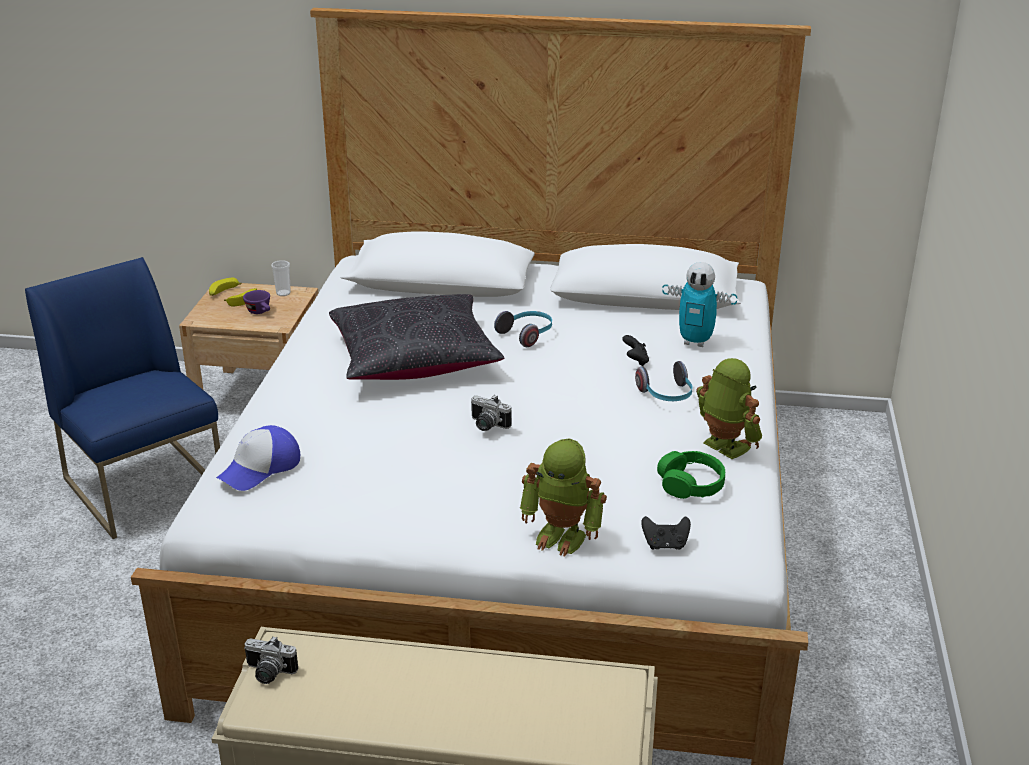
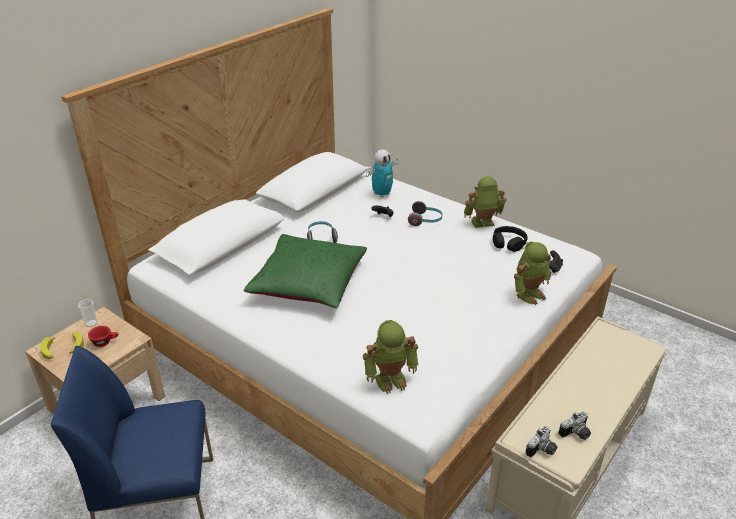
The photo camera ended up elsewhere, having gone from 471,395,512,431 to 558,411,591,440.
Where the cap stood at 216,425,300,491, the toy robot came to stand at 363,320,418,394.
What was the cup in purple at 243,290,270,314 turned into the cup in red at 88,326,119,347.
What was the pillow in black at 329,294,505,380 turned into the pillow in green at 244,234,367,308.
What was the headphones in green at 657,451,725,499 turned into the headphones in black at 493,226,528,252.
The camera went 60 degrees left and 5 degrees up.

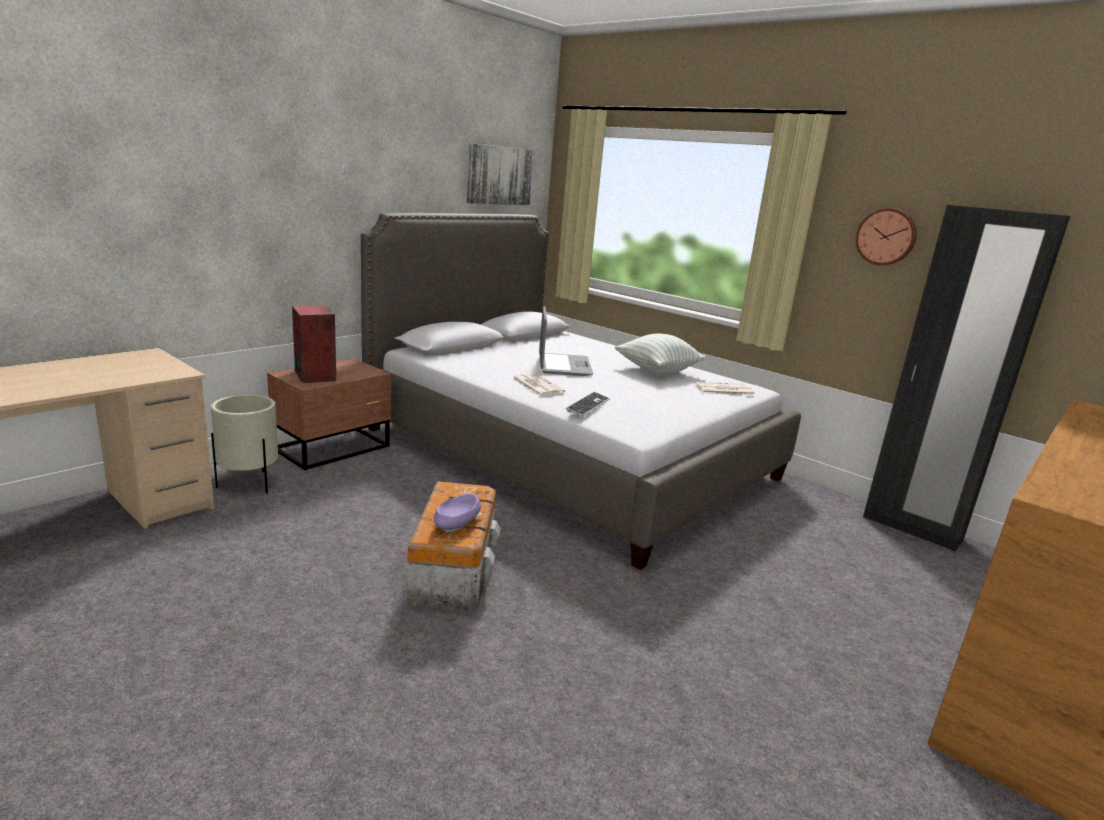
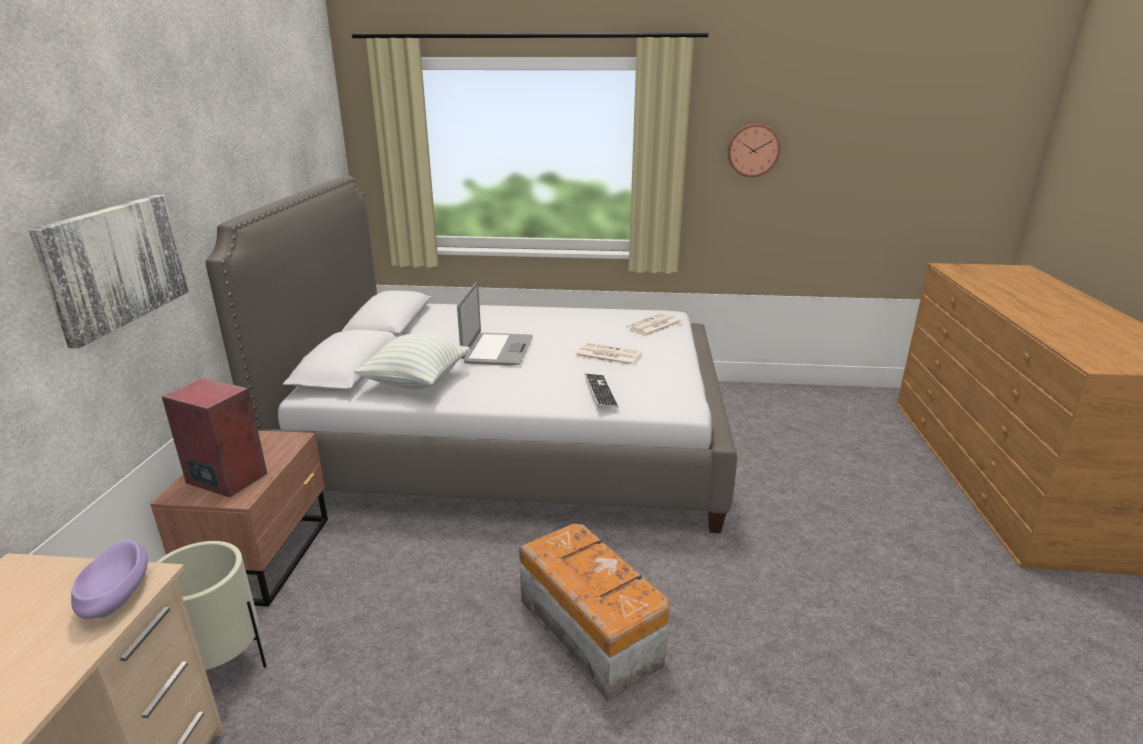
The second view lost the wardrobe in black at 863,205,1070,552.
The bowl in purple ended up elsewhere, having gone from 434,493,481,532 to 71,540,148,619.
The picture ended up elsewhere, having gone from 467,143,534,205 to 29,195,189,348.
The newspaper ended up elsewhere, having gone from 512,373,565,396 to 575,343,642,366.
The pillow ended up elsewhere, having gone from 615,334,706,374 to 354,334,470,389.
The laptop at 539,306,593,376 ended up facing another way, 45 degrees clockwise from before.
The camera went 35 degrees left and 5 degrees up.

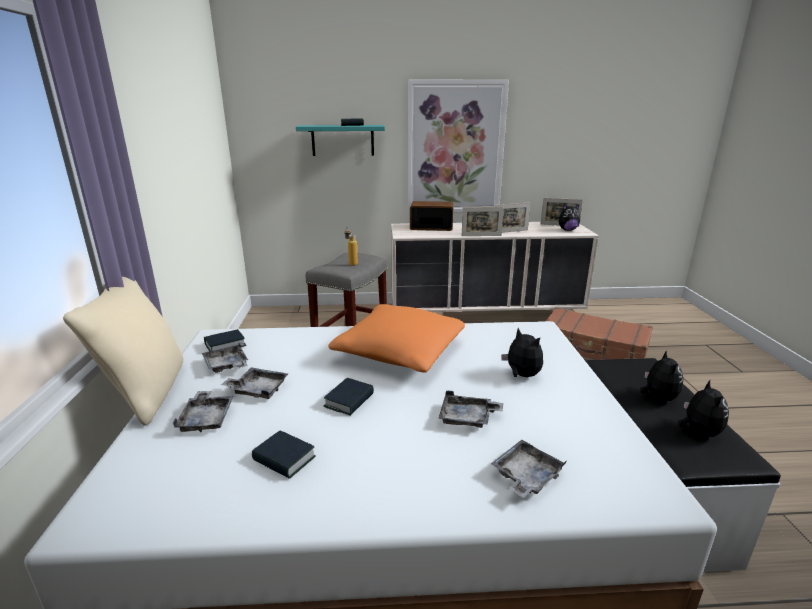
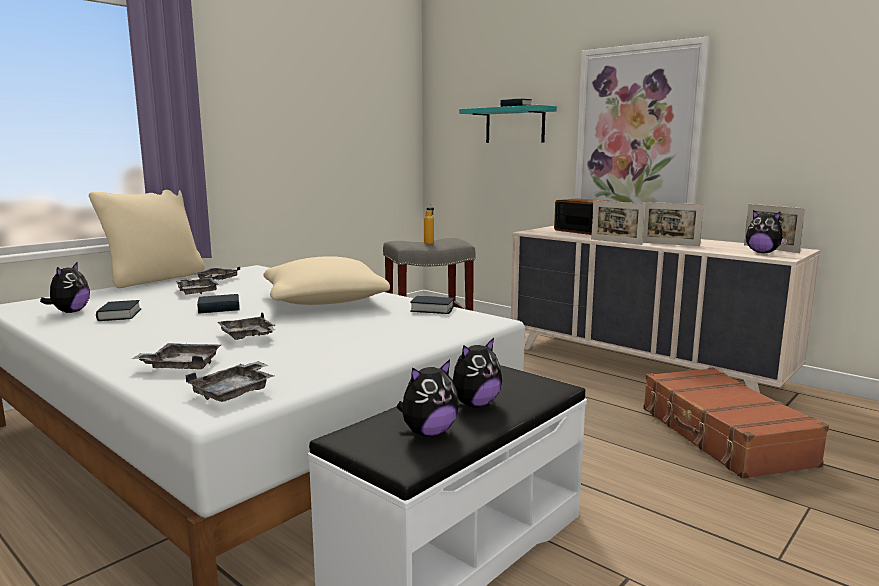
The tray in grey ended up elsewhere, having gone from 173,391,233,432 to 186,361,274,402.
The book ended up elsewhere, having gone from 204,329,247,351 to 410,296,454,314.
The plush toy ended up elsewhere, having gone from 501,328,543,377 to 40,261,90,313.
What was the pillow in orange at 328,304,465,373 turned into the pillow in beige at 263,256,390,305.
The camera went 45 degrees right and 10 degrees down.

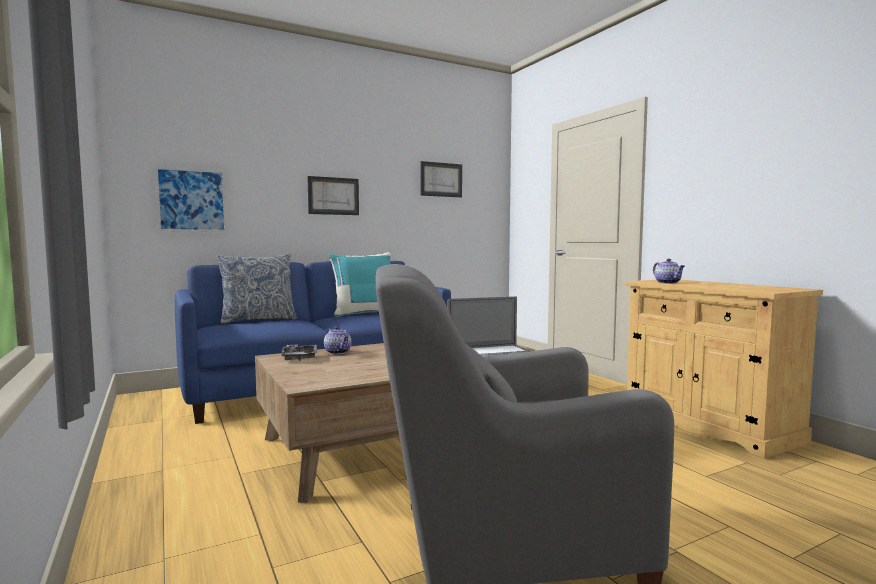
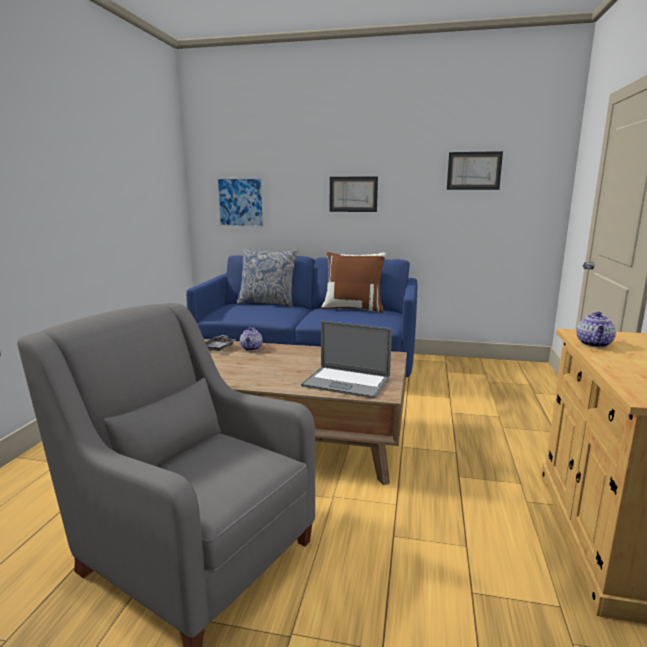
What was the pillow in turquoise at 329,252,391,317 turned into the pillow in brown at 321,252,386,313.
The camera went 40 degrees right and 10 degrees up.

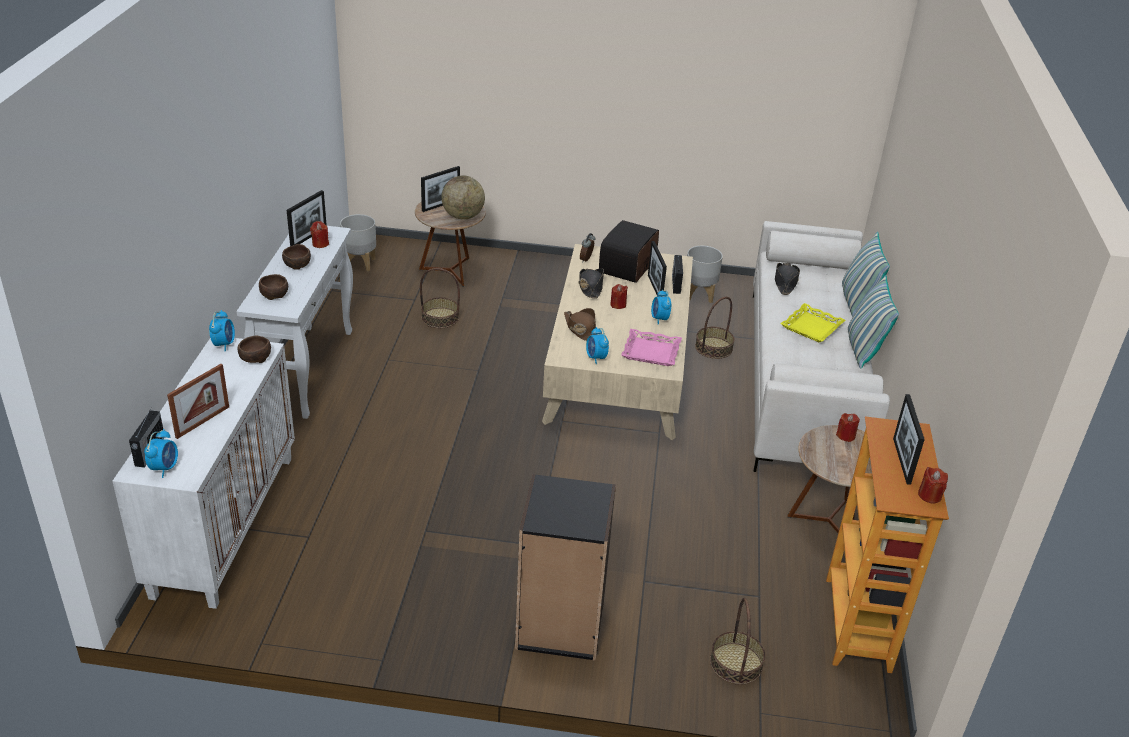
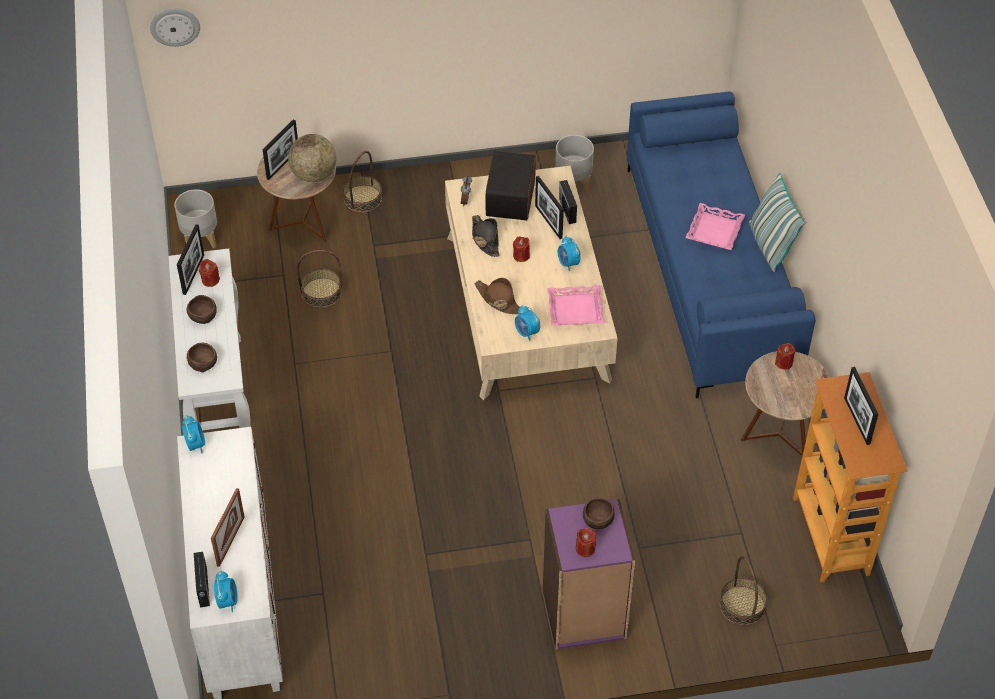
The second view lost the hat in black at 775,263,800,295.
The second view lost the pillow at 842,232,890,317.
The second view gained the wall clock at 150,9,200,47.
The bowl in brown ended up elsewhere, having gone from 237,336,271,363 to 583,498,615,529.
The basket ended up elsewhere, having gone from 695,297,735,359 to 343,151,382,213.
The candle in red ended up elsewhere, having gone from 918,467,948,504 to 576,528,596,557.
What was the bookcase in black at 515,474,616,661 turned into the bookcase in purple at 543,499,635,649.
What was the sofa in white at 753,221,890,472 turned into the sofa in blue at 627,91,815,398.
What was the tray in yellow at 781,303,845,342 turned into the tray in pink at 685,203,745,250.
The camera went 15 degrees left and 15 degrees up.

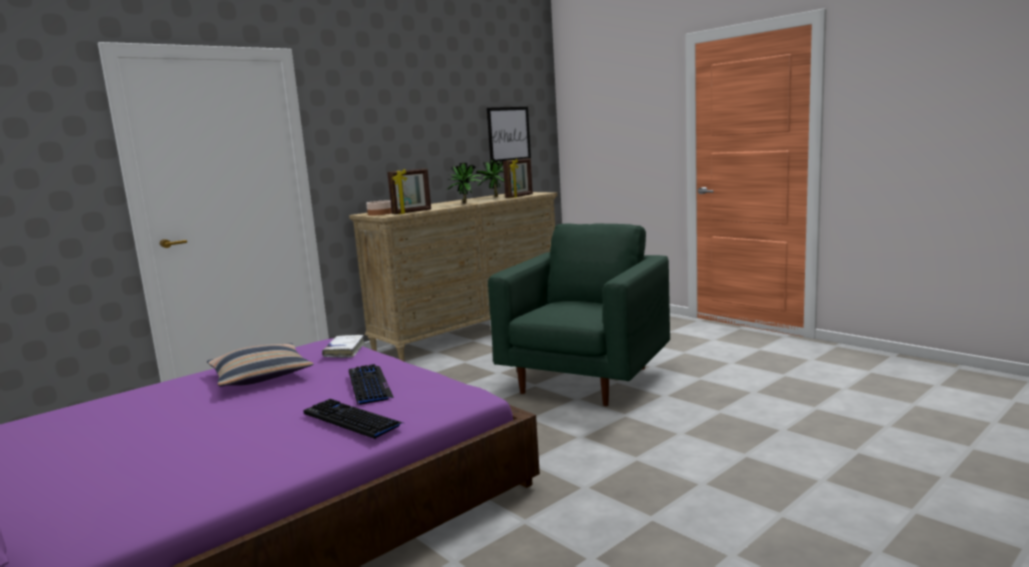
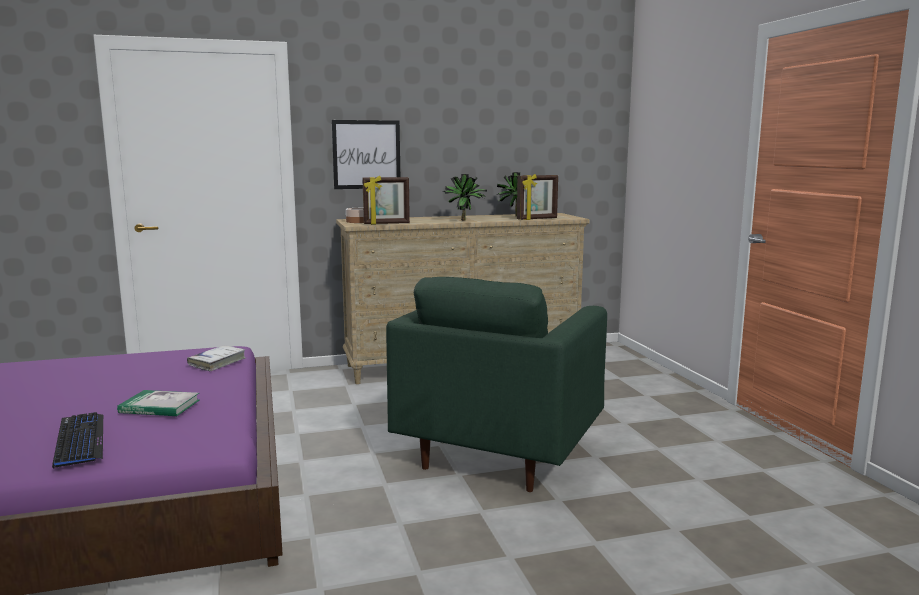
The second view lost the pillow at 207,343,314,387.
The picture ended up elsewhere, having gone from 487,107,531,162 to 332,120,400,189.
Where the keyboard stood at 349,364,394,405, the book came to stand at 117,390,199,416.
The armchair in green at 488,223,670,406 ended up facing another way, 150 degrees clockwise from before.
The camera went 25 degrees right and 0 degrees up.

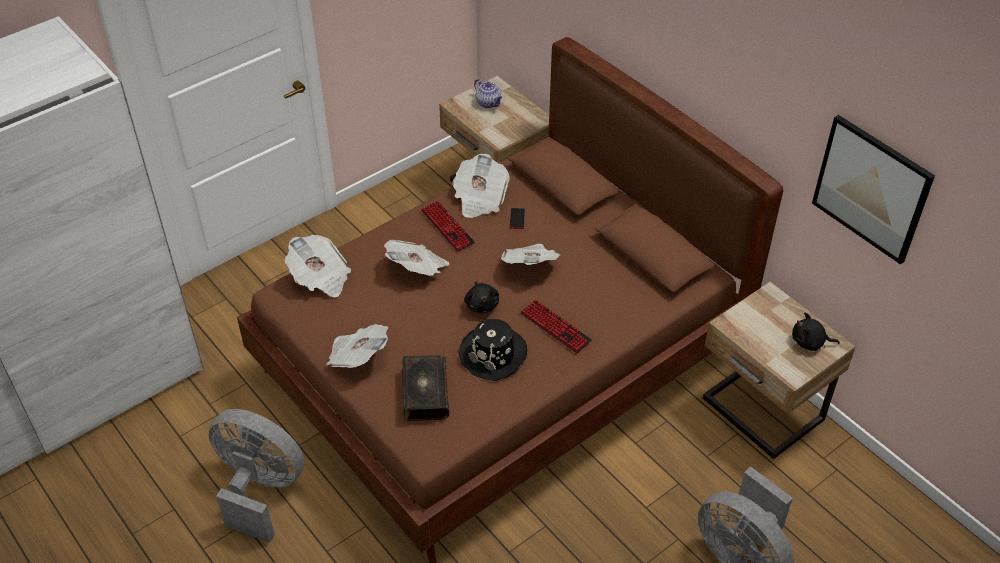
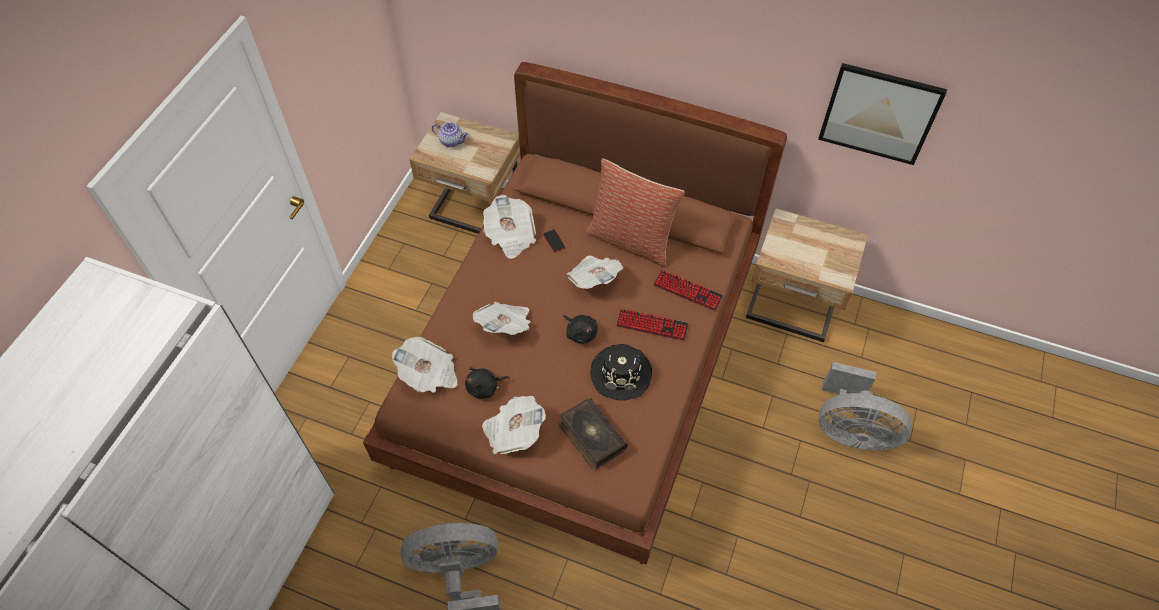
The second view gained the pillow at 586,158,685,267.
The keyboard ended up elsewhere, having gone from 421,201,475,252 to 653,270,723,311.
The plush toy in black ended up elsewhere, having gone from 792,312,840,351 to 465,367,509,399.
The camera went 30 degrees left and 10 degrees up.

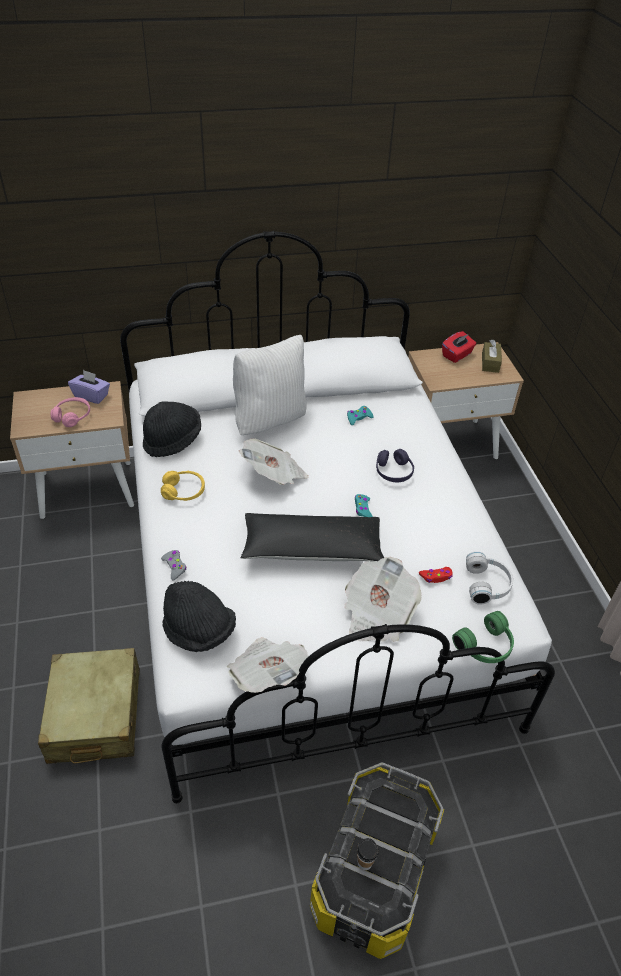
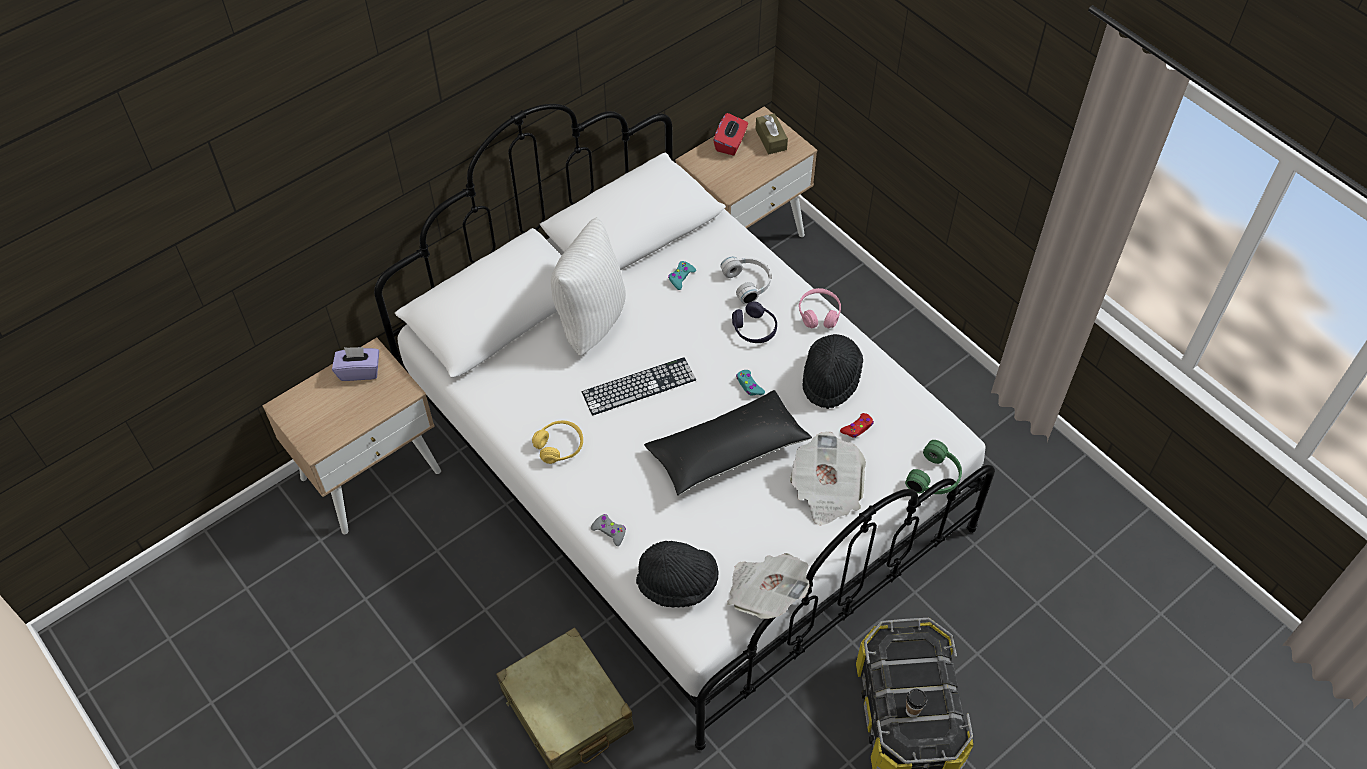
The headphones in pink ended up elsewhere, having gone from 51,397,90,427 to 799,288,841,329.
The hat in black ended up elsewhere, having gone from 143,401,201,457 to 802,334,863,409.
The headphones in white ended up elsewhere, having gone from 466,551,513,605 to 720,256,771,304.
Where the newspaper stood at 239,439,309,485, the keyboard came to stand at 582,357,696,415.
The camera went 25 degrees left and 10 degrees up.

